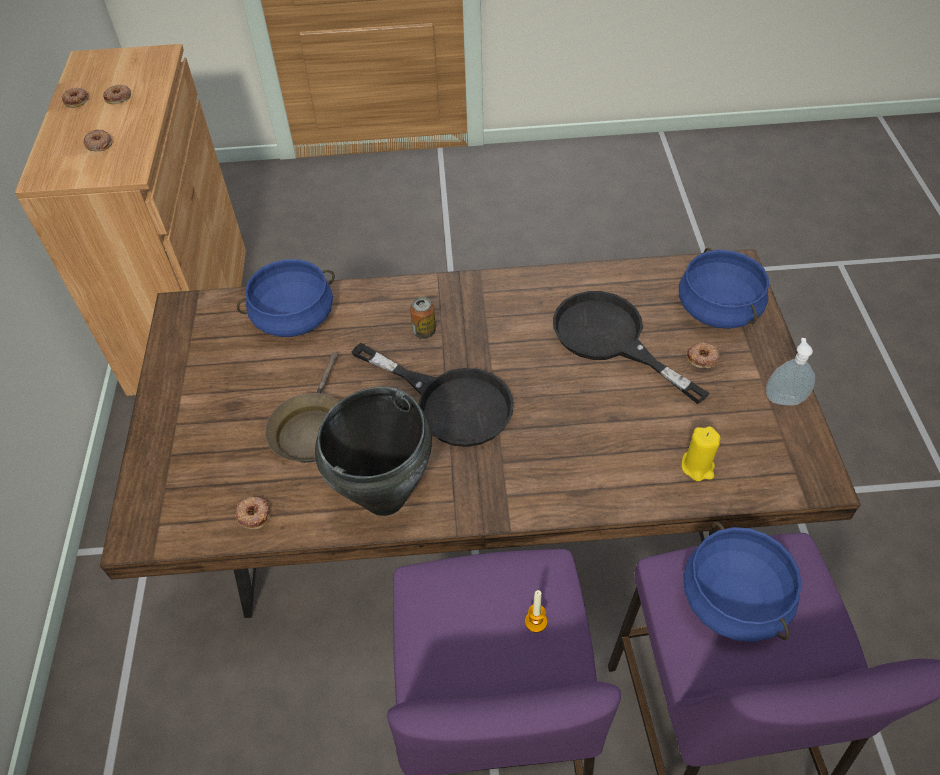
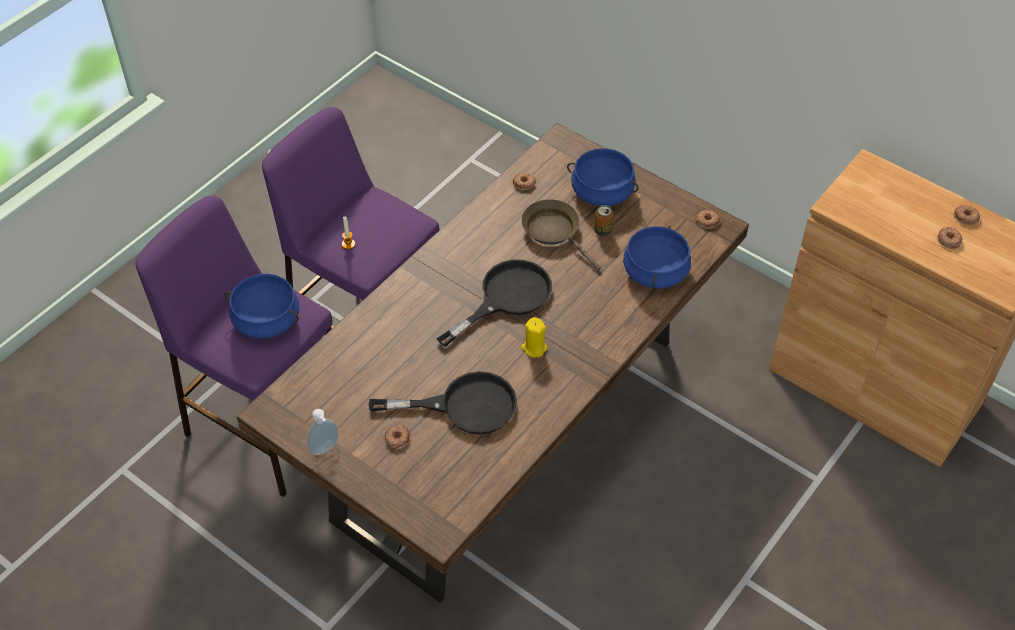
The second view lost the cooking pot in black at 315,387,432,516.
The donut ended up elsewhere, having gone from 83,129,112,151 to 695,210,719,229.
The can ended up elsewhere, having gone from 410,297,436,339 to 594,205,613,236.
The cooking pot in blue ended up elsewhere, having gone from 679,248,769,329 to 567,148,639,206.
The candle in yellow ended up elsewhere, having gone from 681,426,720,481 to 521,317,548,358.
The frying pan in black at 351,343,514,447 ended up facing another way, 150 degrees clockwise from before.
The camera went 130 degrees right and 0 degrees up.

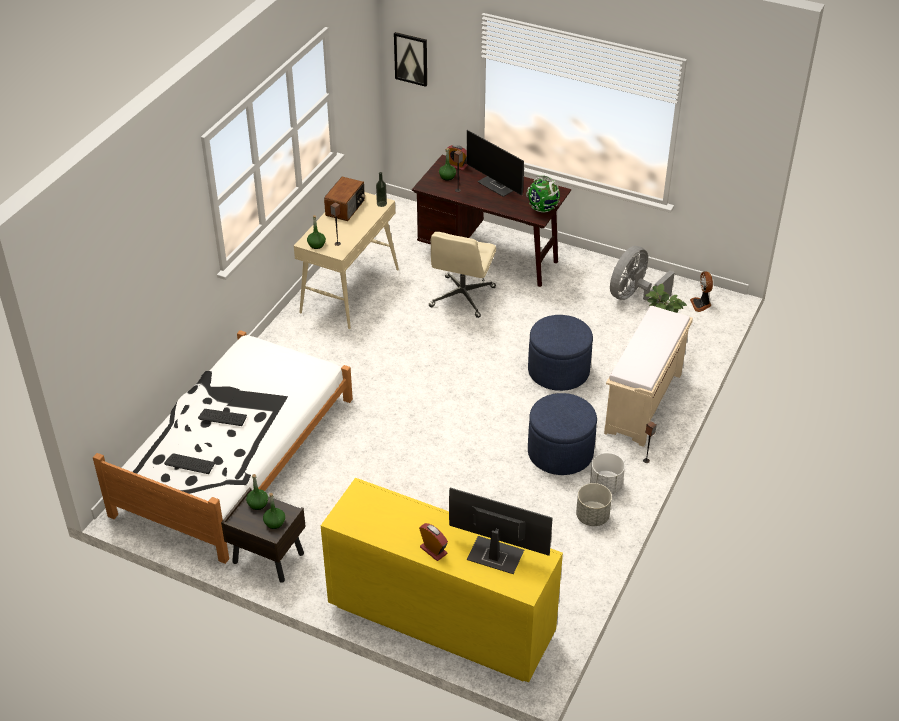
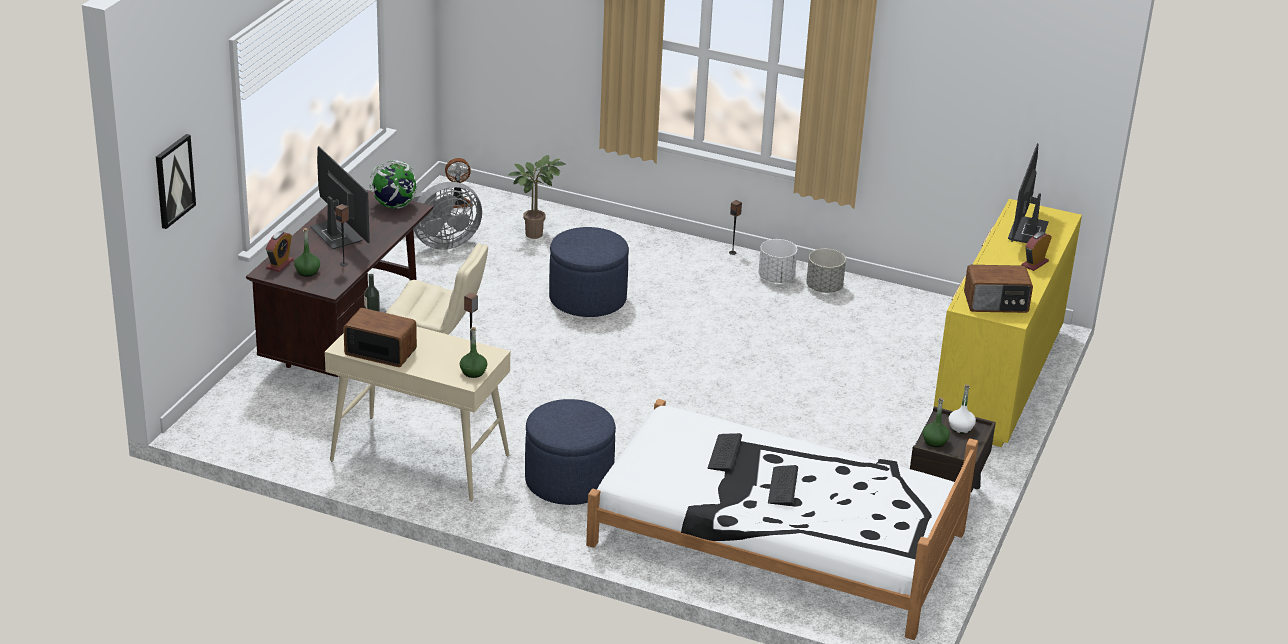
The second view lost the bench in beige at 604,306,693,447.
The second view gained the radio at 964,265,1033,313.
The keyboard ended up elsewhere, having gone from 164,453,215,474 to 708,433,742,472.
The ottoman in blue ended up elsewhere, having gone from 528,393,597,475 to 525,399,616,505.
What was the bottle in green at 263,493,285,529 turned into the bottle in white at 949,384,976,434.
The monitor at 466,130,524,197 ended up facing another way, 75 degrees counterclockwise from before.
The fan in grey at 610,246,675,306 ended up facing another way, 60 degrees counterclockwise from before.
The camera went 95 degrees left and 10 degrees down.

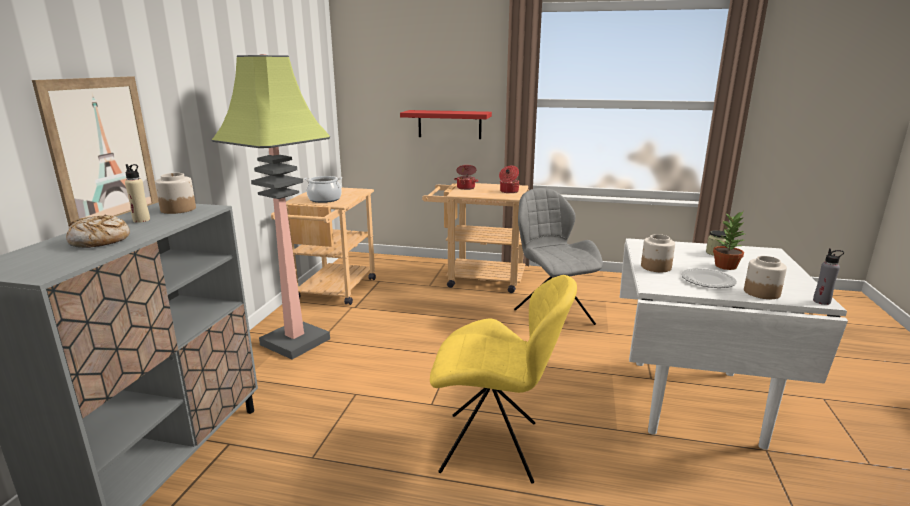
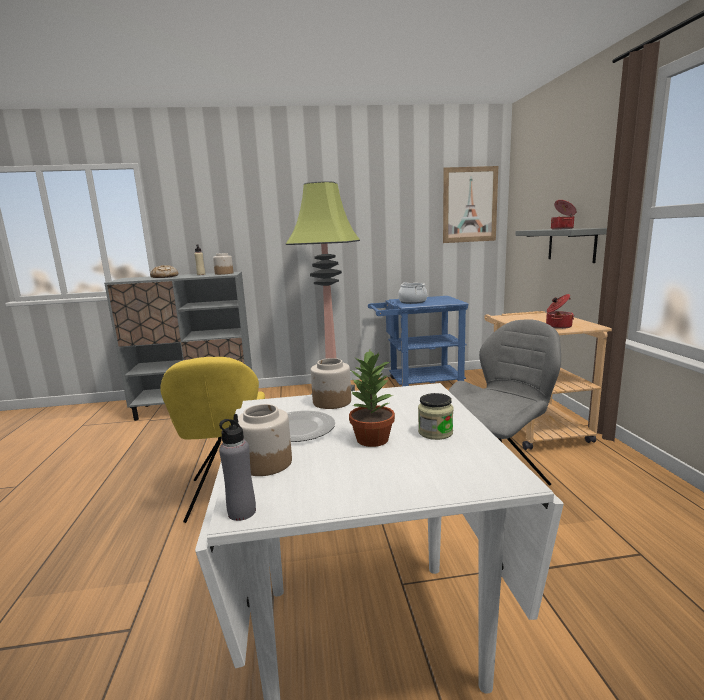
The picture ended up elsewhere, having gone from 32,76,159,226 to 443,166,498,243.
The cooking pot ended up elsewhere, having gone from 454,165,479,190 to 551,200,576,230.
What was the cart in beige at 271,188,376,305 turned into the cart in blue at 368,296,469,386.
What was the shelf in red at 400,110,492,139 turned into the shelf in grey at 515,228,607,263.
The camera went 70 degrees right and 5 degrees down.

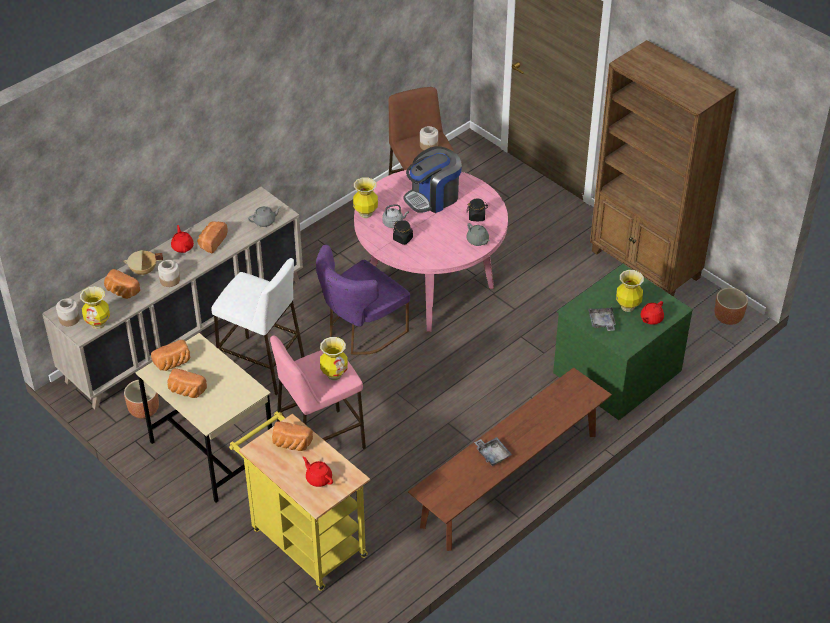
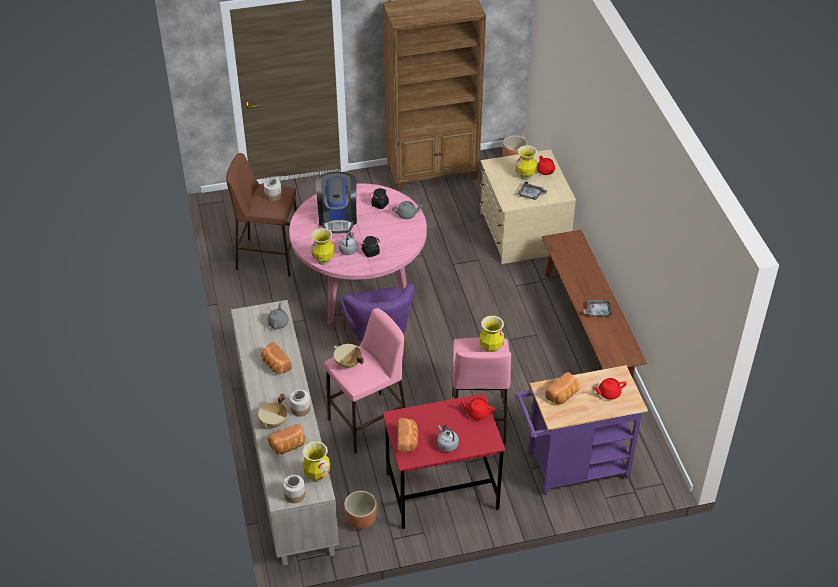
The second view gained the cooking pot in beige at 334,344,364,368.
The teapot in red ended up elsewhere, having gone from 171,225,194,253 to 460,398,495,420.
Where the bread stood at 167,368,207,398, the kettle in grey came to stand at 437,425,459,452.
What was the desk in beige at 135,333,272,502 turned into the desk in red at 383,393,506,529.
What was the stool in white at 211,258,305,395 turned into the stool in pink at 324,308,406,454.
What was the cart in yellow at 229,412,370,591 turned into the cart in purple at 515,365,648,495.
What was the dresser in green at 553,264,693,420 turned into the dresser in beige at 479,149,576,264.
The camera went 60 degrees left and 0 degrees up.

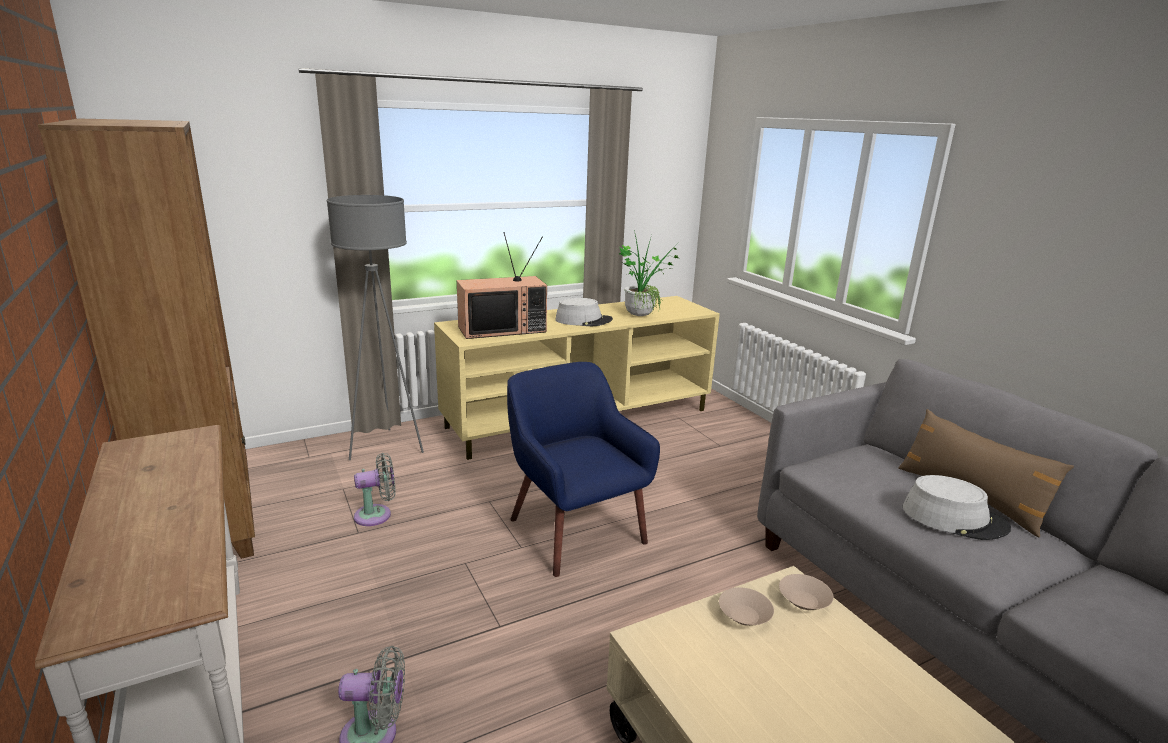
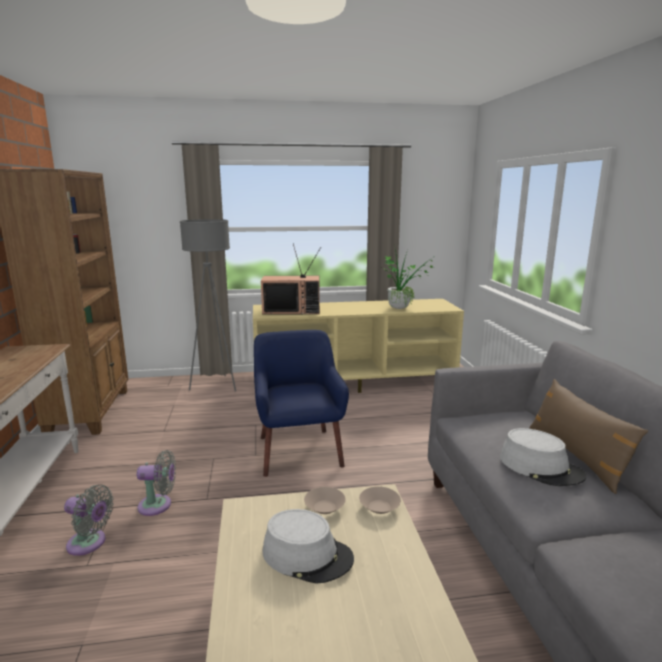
The fan in grey ended up elsewhere, having gone from 354,453,396,526 to 137,450,176,516.
The hat in grey ended up elsewhere, having gone from 555,298,613,326 to 263,509,354,583.
The camera went 20 degrees right and 5 degrees down.

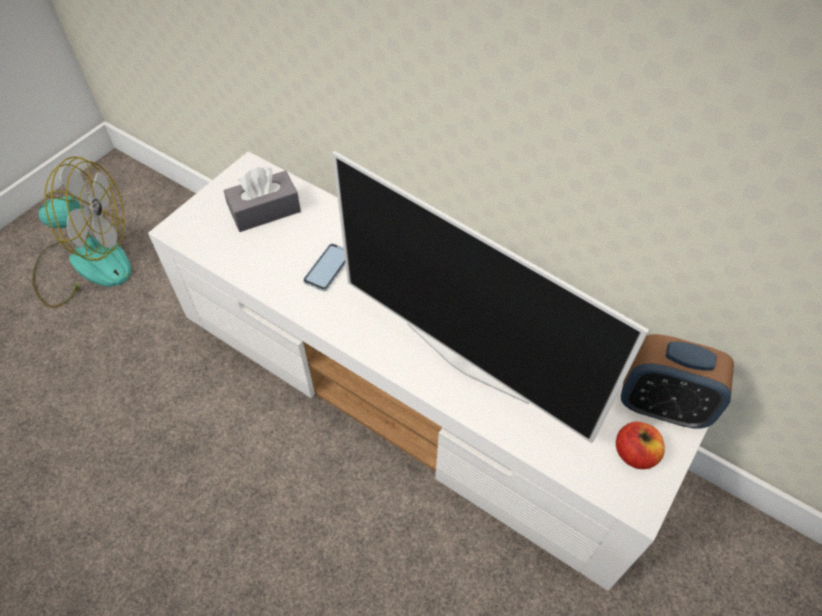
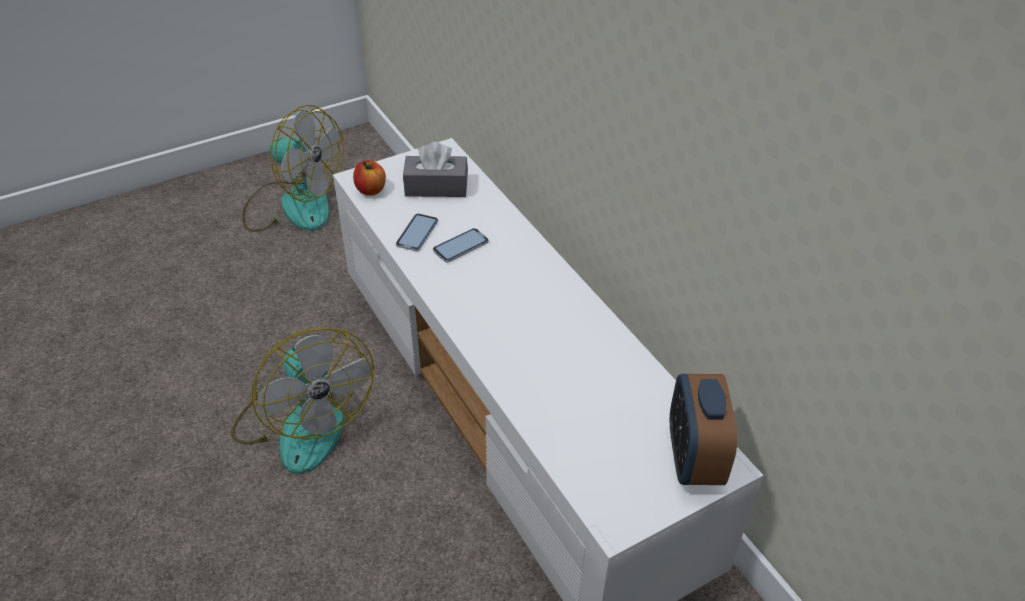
The second view lost the television at 332,151,649,443.
The second view gained the fan at 231,328,374,474.
The second view gained the phone at 396,214,438,251.
The apple ended up elsewhere, having gone from 616,422,665,469 to 353,160,386,196.
The alarm clock at 621,334,734,429 ended up facing another way, 45 degrees clockwise from before.
The camera went 25 degrees right and 10 degrees down.

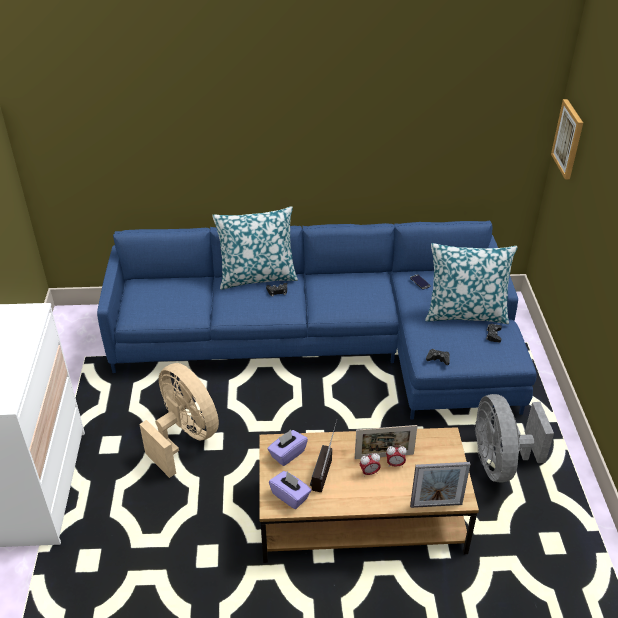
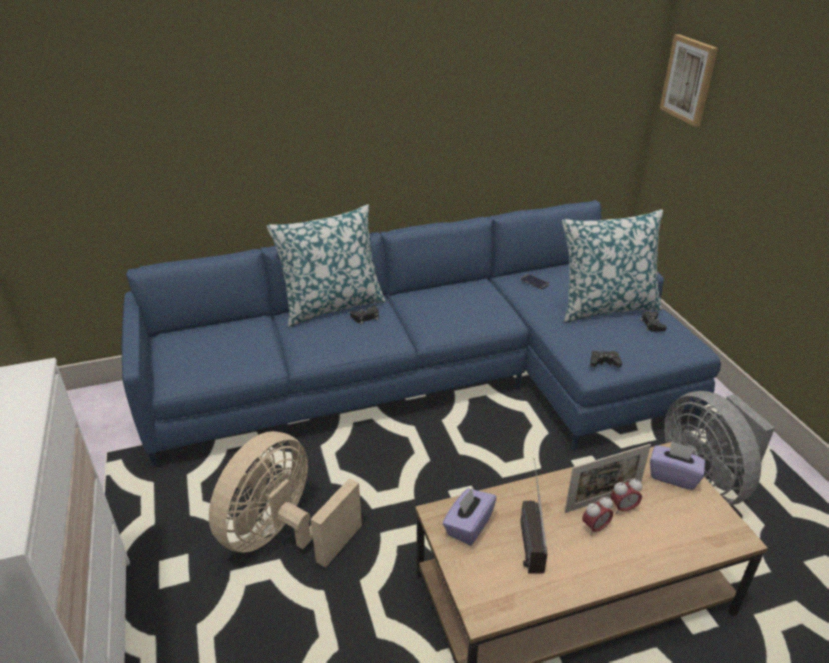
The second view lost the picture frame at 410,462,470,508.
The tissue box in purple ended up elsewhere, having gone from 269,471,311,509 to 650,441,705,490.
The fan in beige at 139,363,219,478 ended up facing another way, 90 degrees counterclockwise from before.
The camera went 15 degrees left and 5 degrees down.

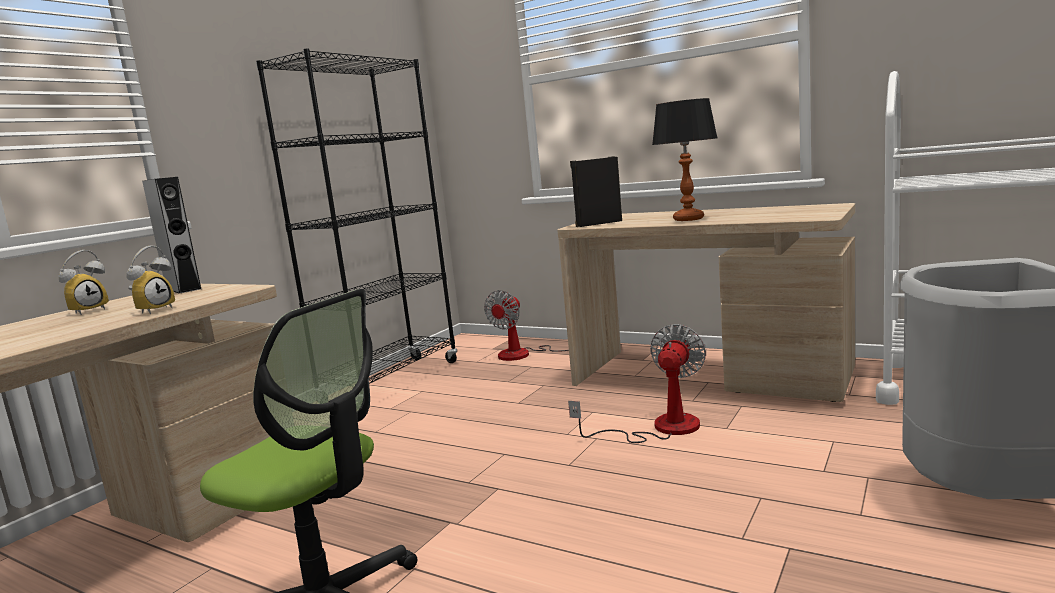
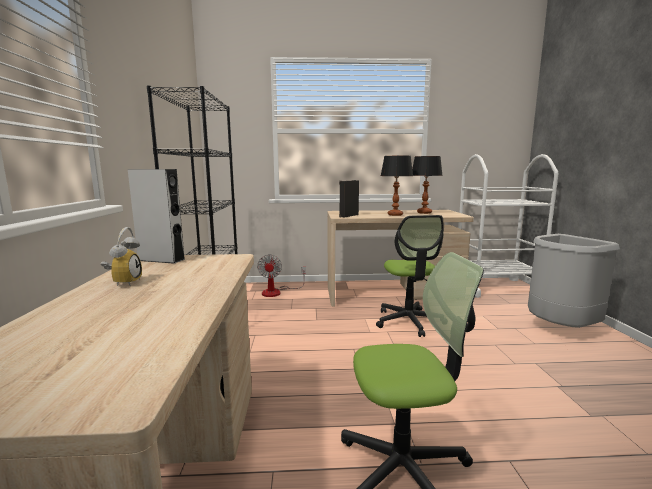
The second view lost the alarm clock at 127,245,175,314.
The second view gained the table lamp at 412,156,443,214.
Where the fan stood at 568,324,706,443, the office chair came to stand at 376,215,444,337.
The camera went 35 degrees left and 0 degrees up.

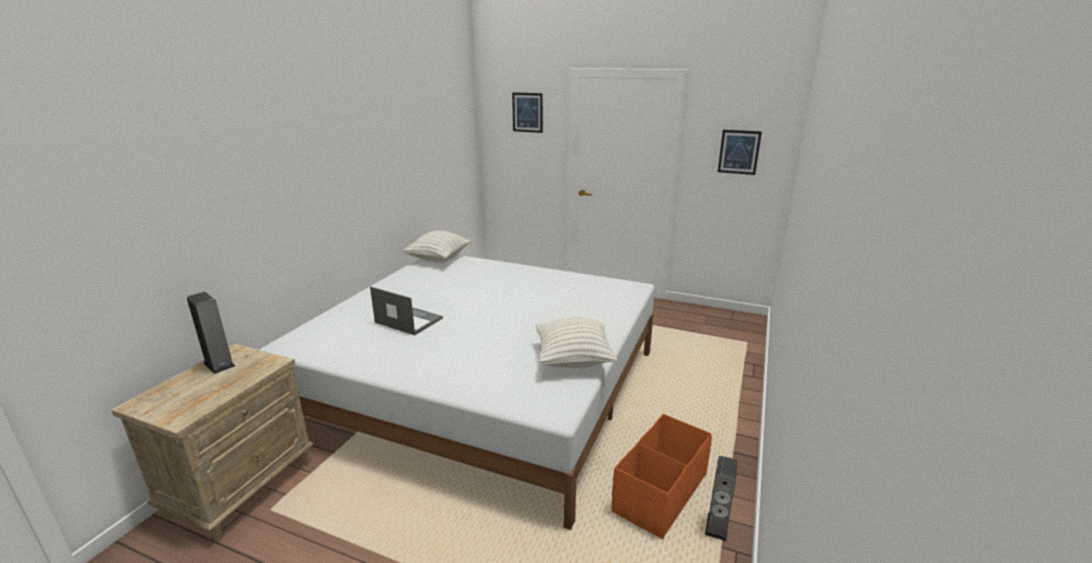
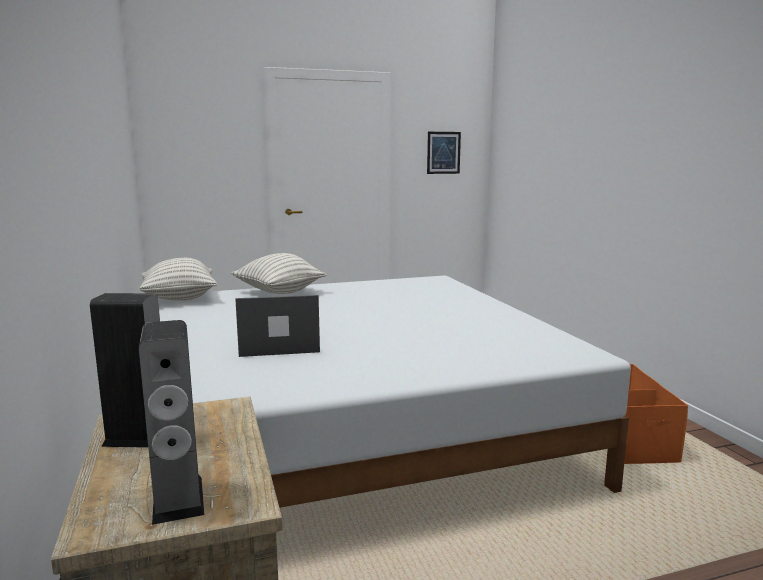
The second view lost the picture at 512,92,543,133.
The pillow ended up elsewhere, having gone from 536,317,617,368 to 231,253,326,294.
The speaker ended up elsewhere, having gone from 705,456,737,542 to 139,320,204,525.
The camera went 40 degrees left and 10 degrees down.

